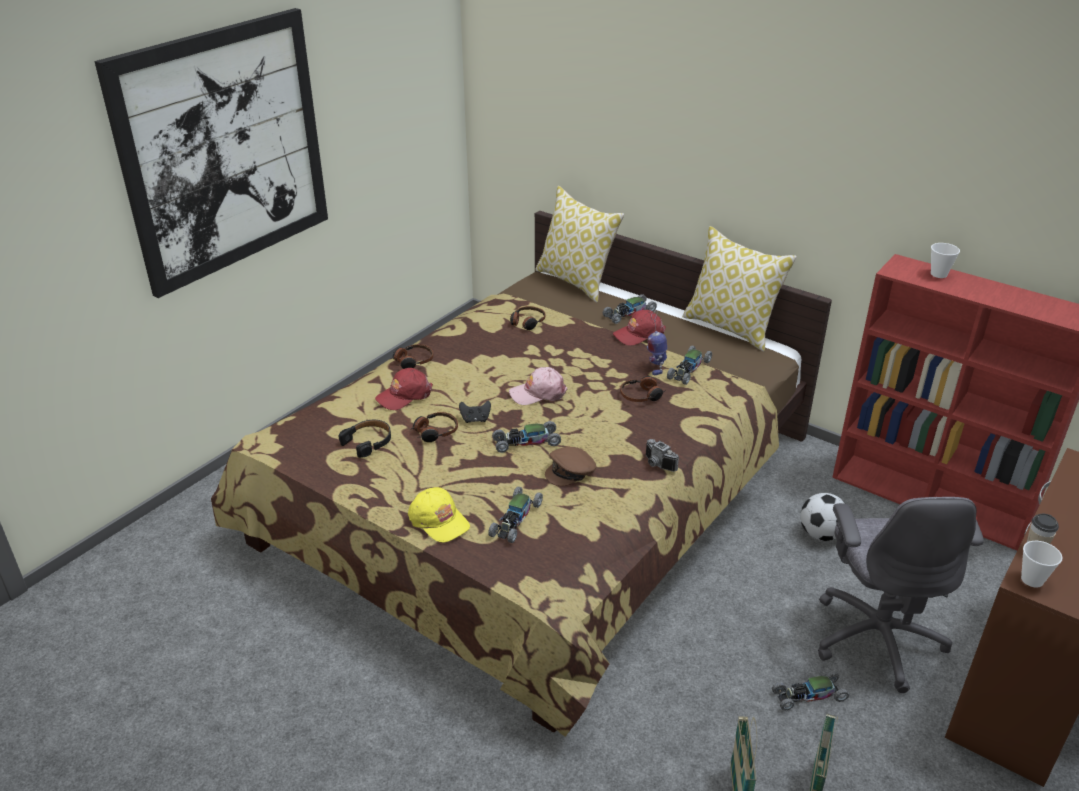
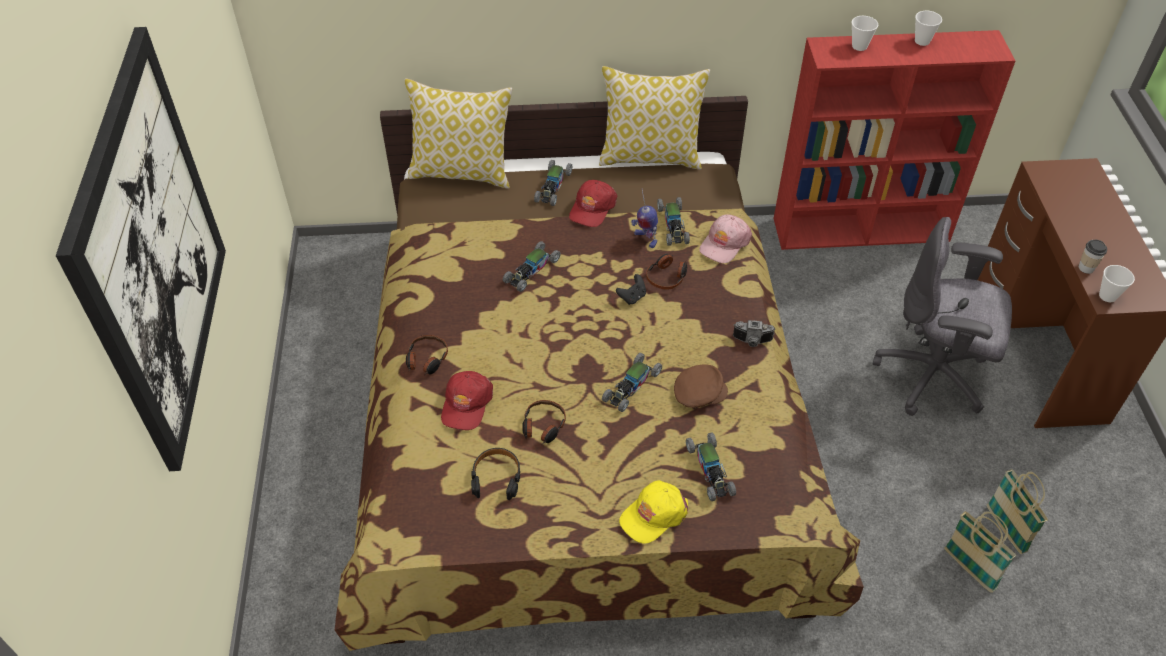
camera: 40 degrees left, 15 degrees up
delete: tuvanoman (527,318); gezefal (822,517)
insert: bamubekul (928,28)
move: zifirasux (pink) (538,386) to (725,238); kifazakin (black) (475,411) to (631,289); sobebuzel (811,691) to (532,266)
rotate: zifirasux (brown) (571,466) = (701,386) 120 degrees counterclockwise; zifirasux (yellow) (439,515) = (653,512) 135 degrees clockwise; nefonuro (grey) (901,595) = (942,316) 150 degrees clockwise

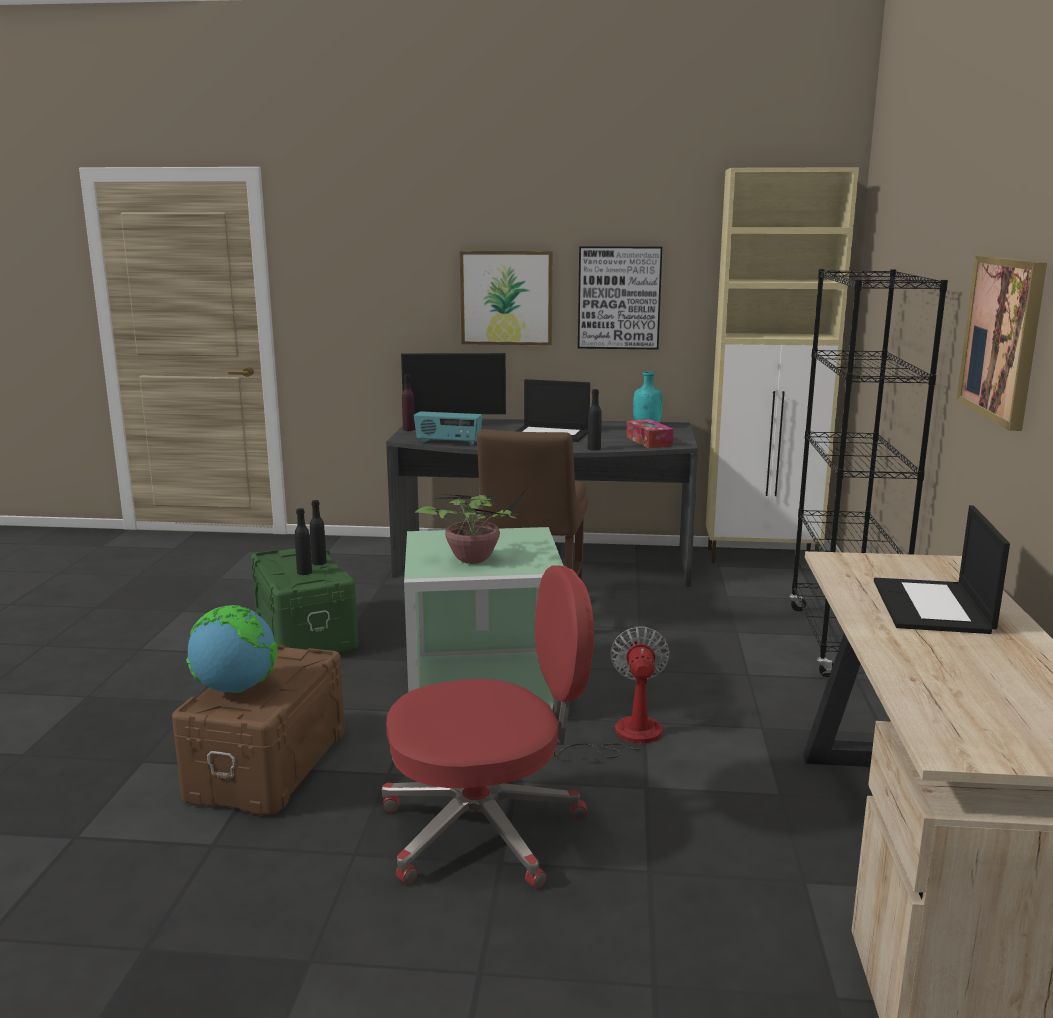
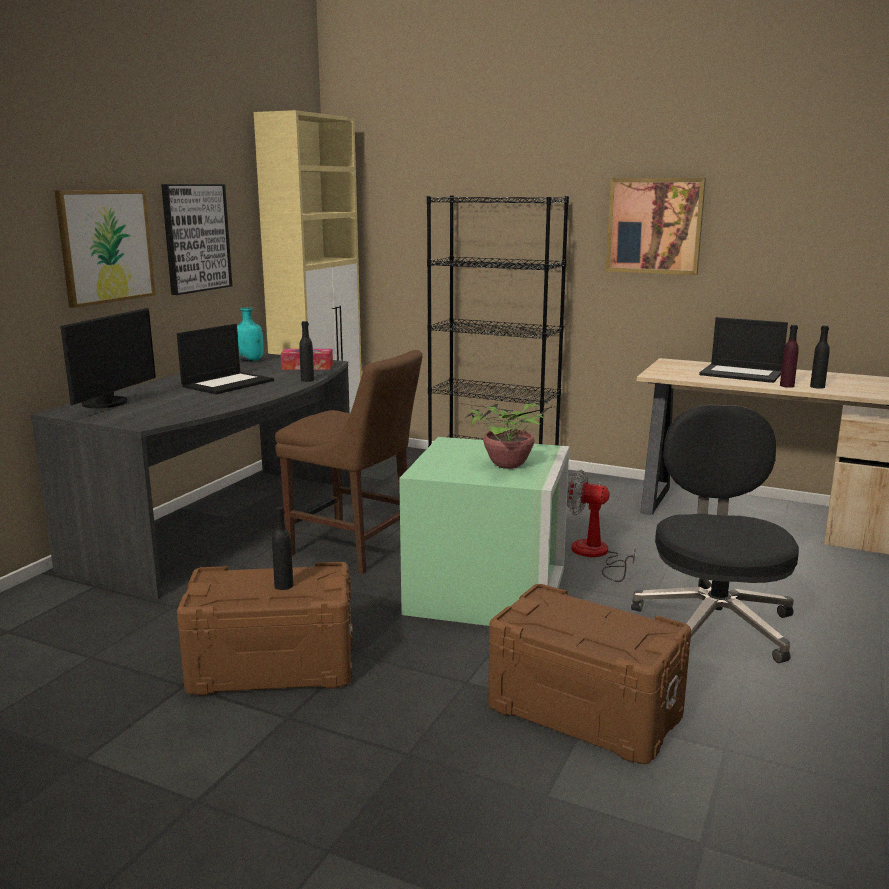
camera: 70 degrees left, 0 degrees up
delete: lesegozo (448,428); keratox (231,649)
move: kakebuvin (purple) (408,402) to (789,356); kakebuvin (black) (318,532) to (820,357)
recolor: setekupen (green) (304,599) to setekupen (brown) (265,629); nefonuro (red) (488,727) to nefonuro (black) (715,533)

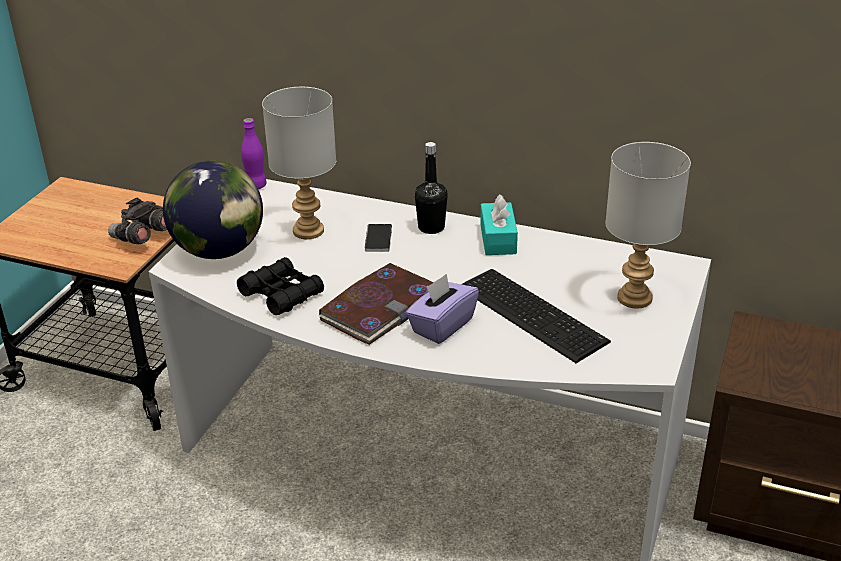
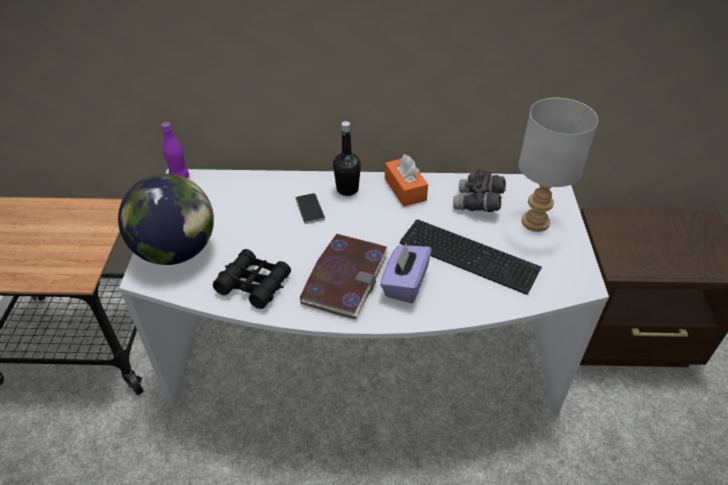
camera: 20 degrees left, 10 degrees up
delete: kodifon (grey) (299,163)
move: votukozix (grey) (137,220) to (479,190)
recolor: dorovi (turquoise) (499,224) to dorovi (orange) (406,180)

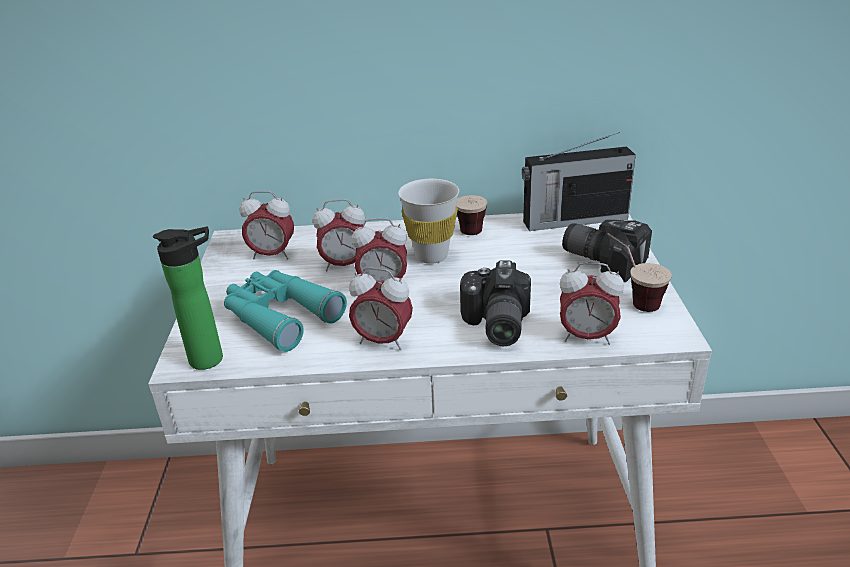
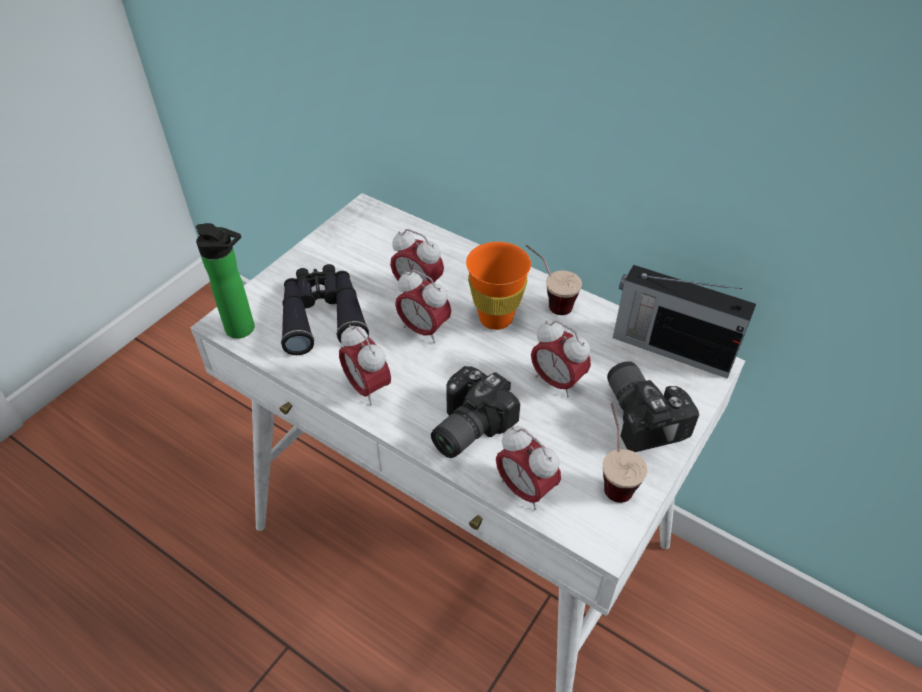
camera: 35 degrees right, 15 degrees up
move: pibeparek (266,225) to (561,359)
recolor: bamubekul (white) (428,221) to bamubekul (orange) (498,286); votukozix (turquoise) (285,311) to votukozix (black) (325,309)

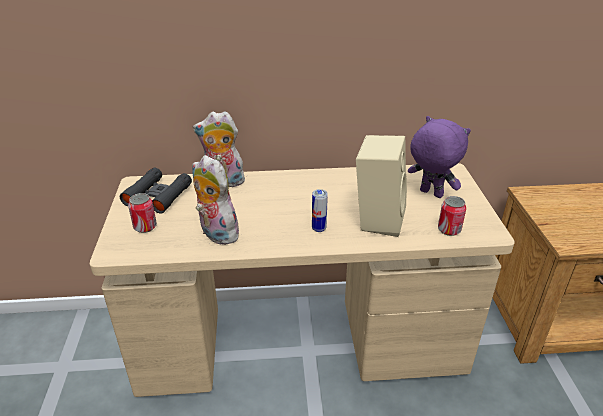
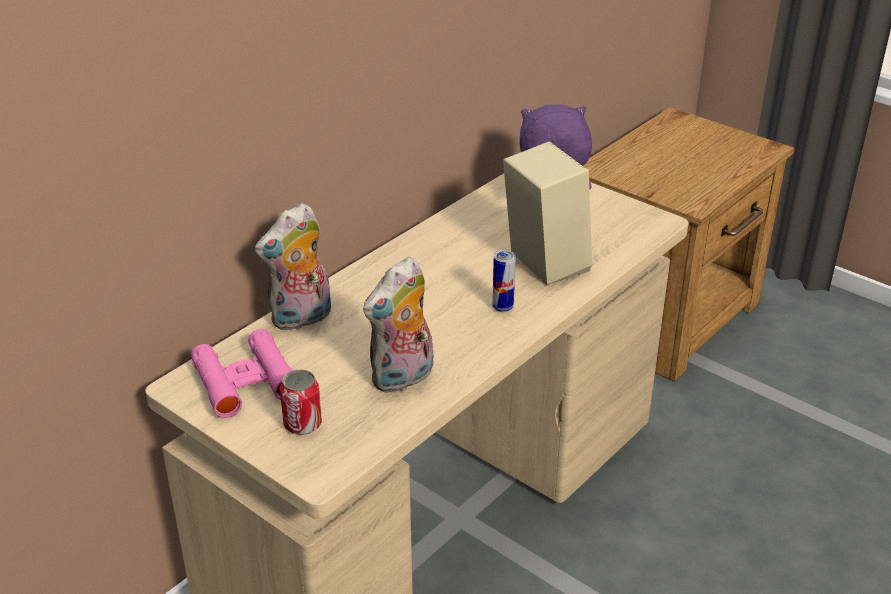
camera: 45 degrees left, 0 degrees up
delete: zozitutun (452,216)
recolor: votukozix (black) (156,190) to votukozix (pink) (242,373)
rotate: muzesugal (215,200) = (398,325) 45 degrees counterclockwise

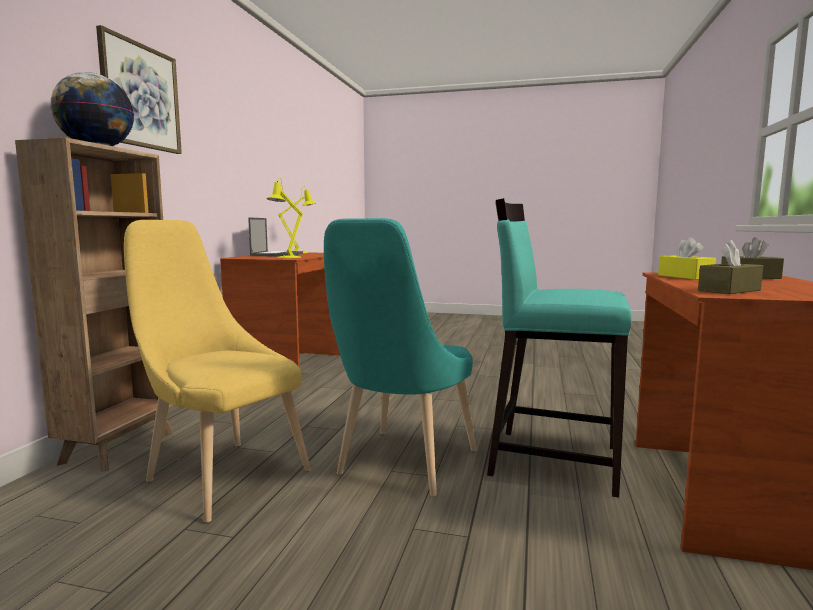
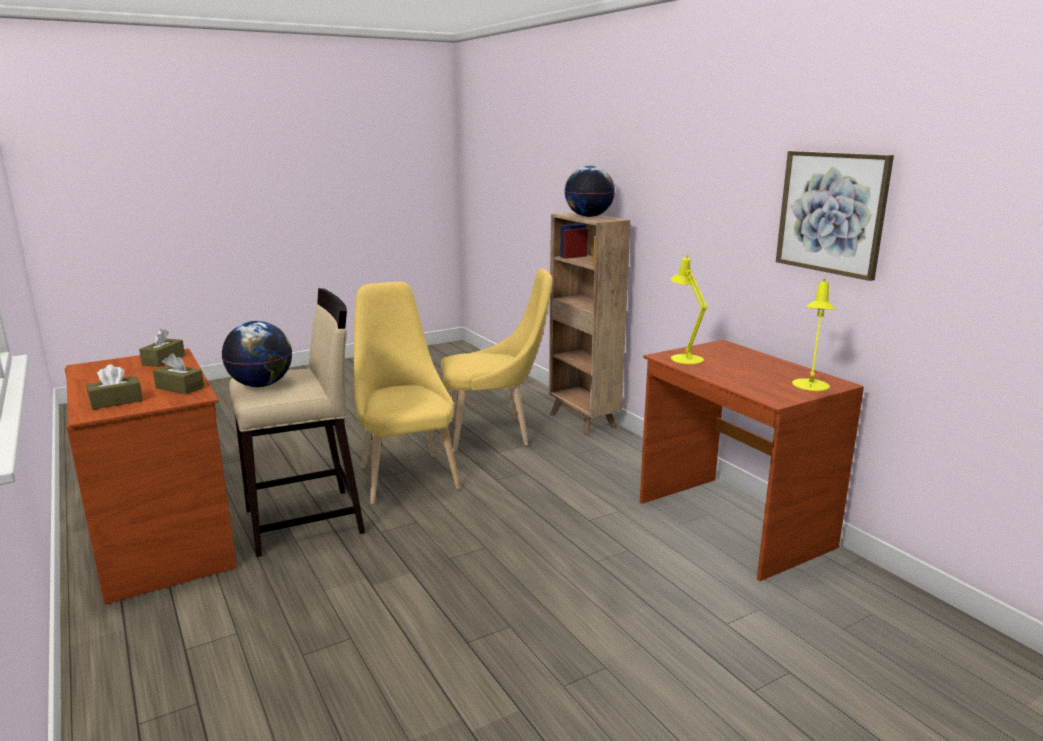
camera: 135 degrees right, 10 degrees up
delete: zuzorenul (275,236)
insert: keratox (257,354)
move: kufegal (139,89) to (835,216)
recolor: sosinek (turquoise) (559,348) to sosinek (beige) (297,422); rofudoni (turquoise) (400,357) to rofudoni (yellow) (407,393); dorovi (yellow) (687,258) to dorovi (brown) (178,373)

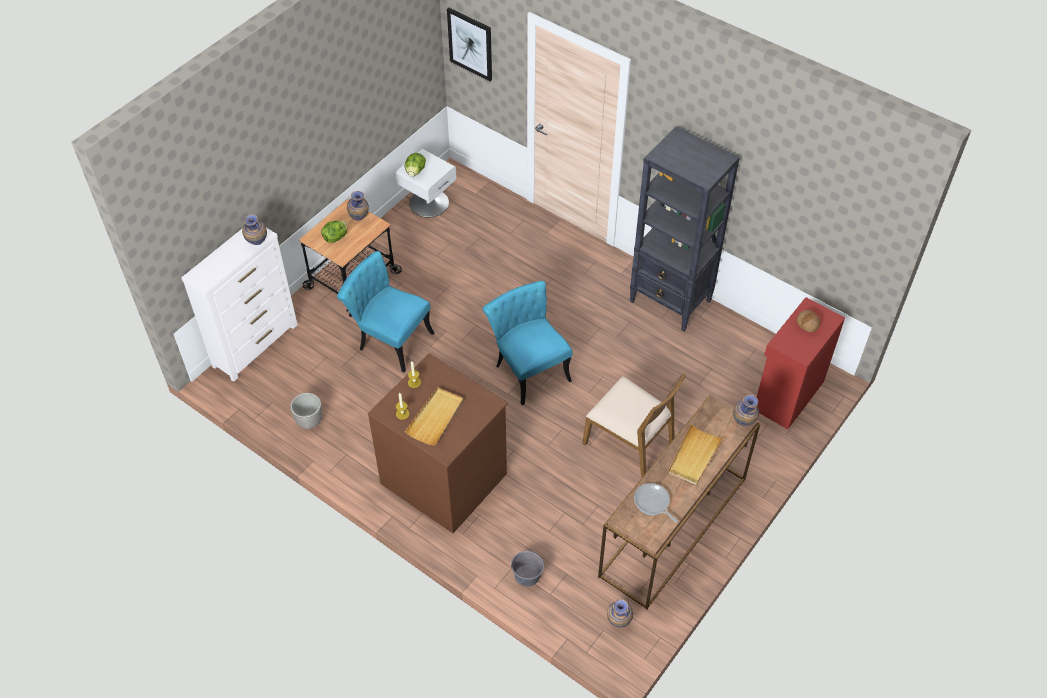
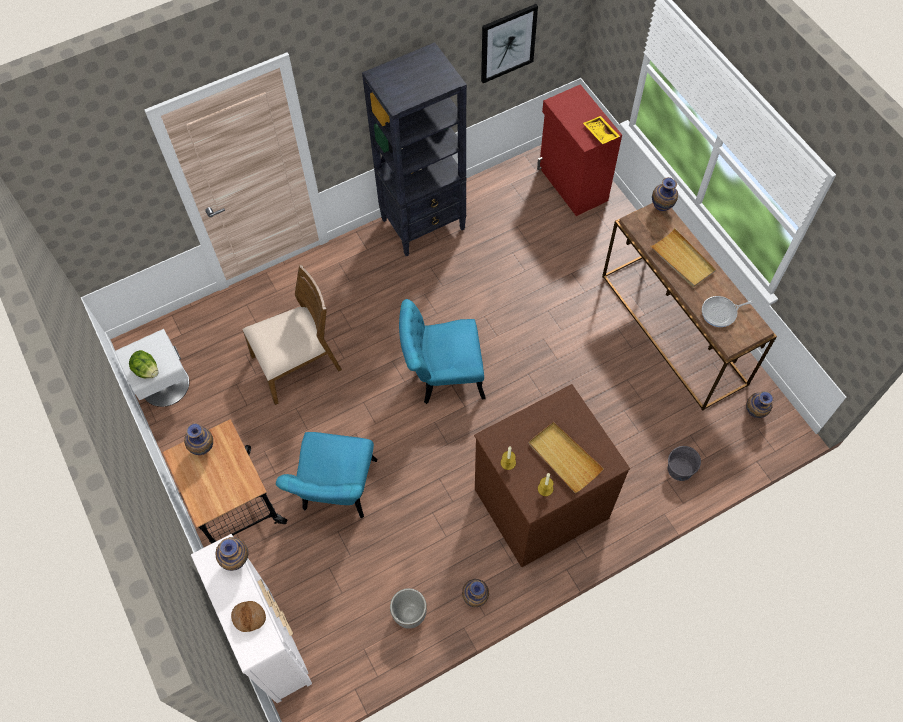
camera: 65 degrees left, 10 degrees up
delete: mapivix (334,231)
insert: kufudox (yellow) (601,130); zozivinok (475,593)
move: kufegal (469,44) to (509,43); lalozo (808,321) to (248,616); rofudoni (brown) (634,425) to (292,335)
rotate: rofudoni (turquoise) (385,311) = (326,475) 45 degrees counterclockwise

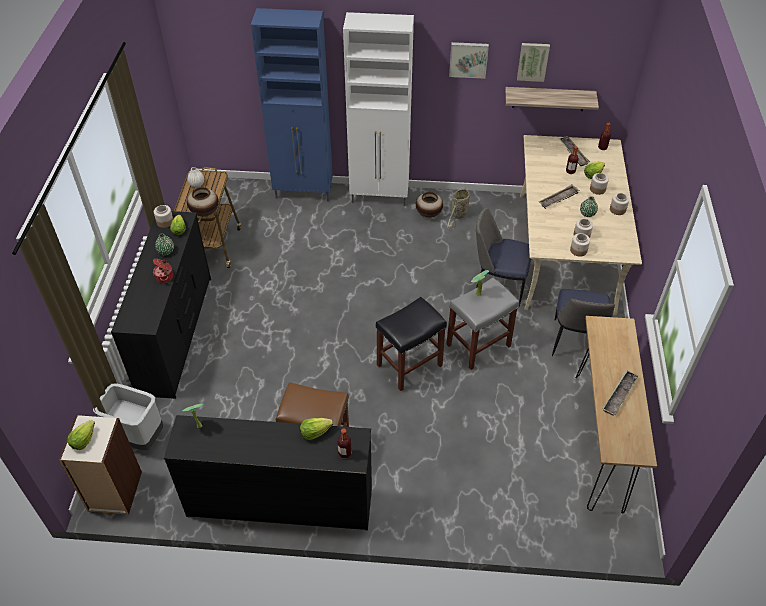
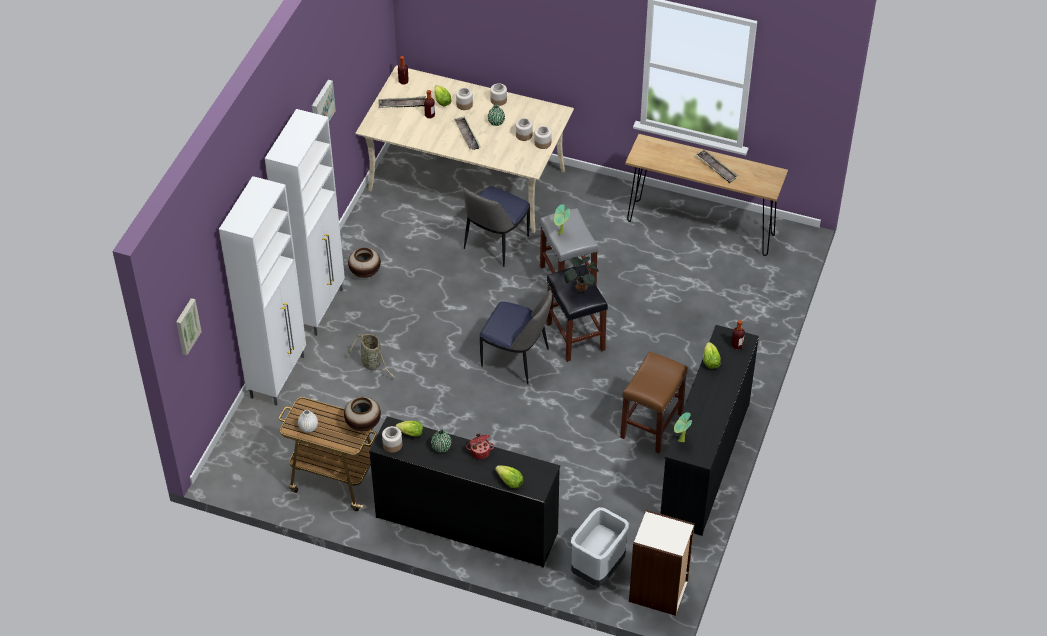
camera: 75 degrees left, 0 degrees up
delete: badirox (552,99)
insert: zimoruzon (581,274)
move: kufegal (533,62) to (189,326); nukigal (458,208) to (371,356); rofudoni (583,322) to (515,337); mapivix (81,435) to (509,476)
recolor: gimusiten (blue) (292,104) to gimusiten (white) (262,291)

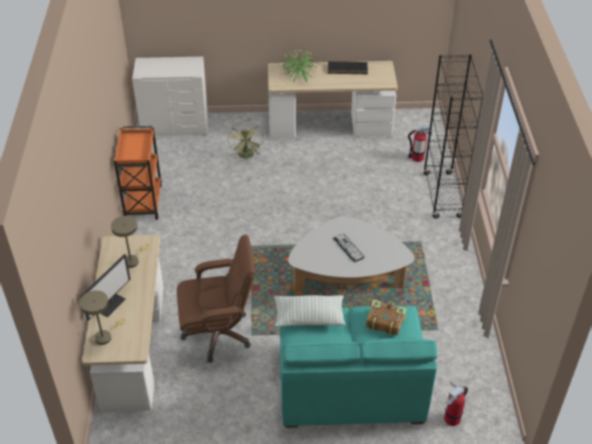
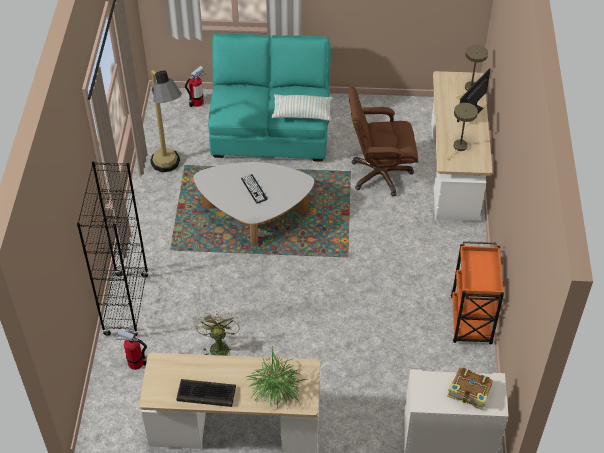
camera: 175 degrees left, 5 degrees up
insert: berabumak (166,121)
move: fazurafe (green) (245,140) to (218,333); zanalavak (386,317) to (470,388)

